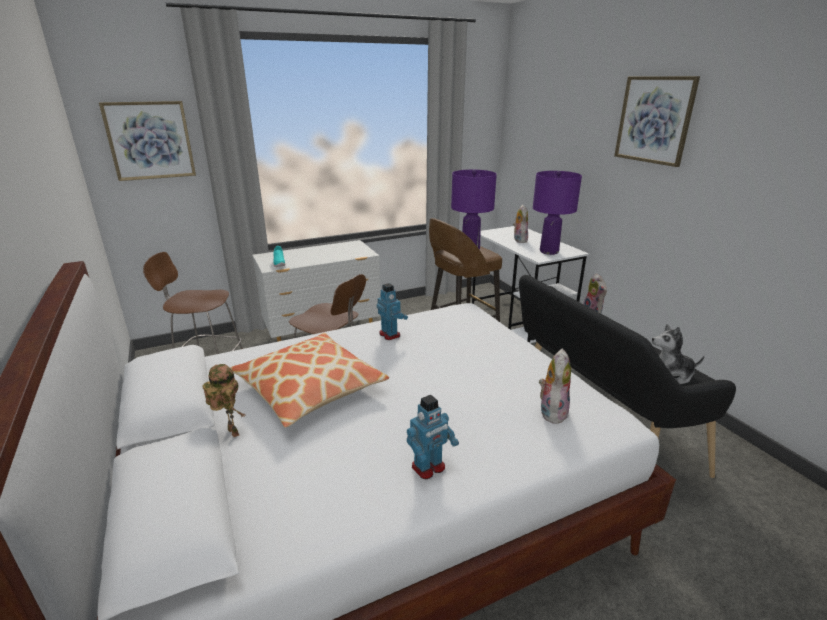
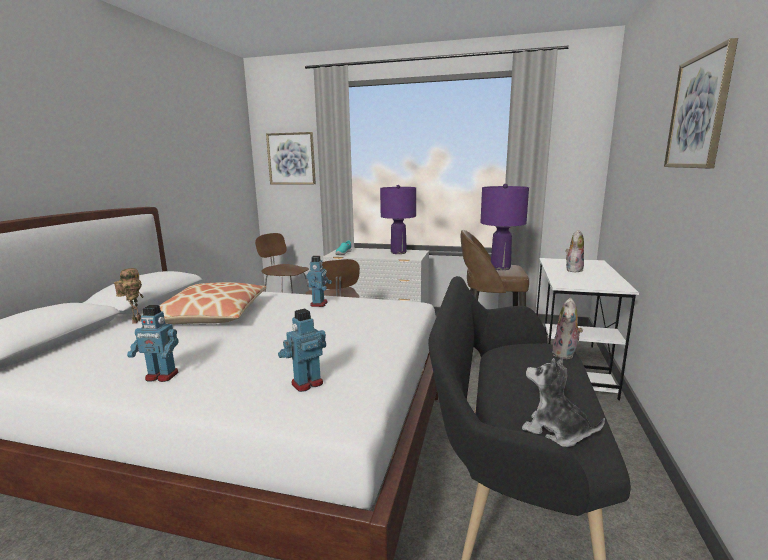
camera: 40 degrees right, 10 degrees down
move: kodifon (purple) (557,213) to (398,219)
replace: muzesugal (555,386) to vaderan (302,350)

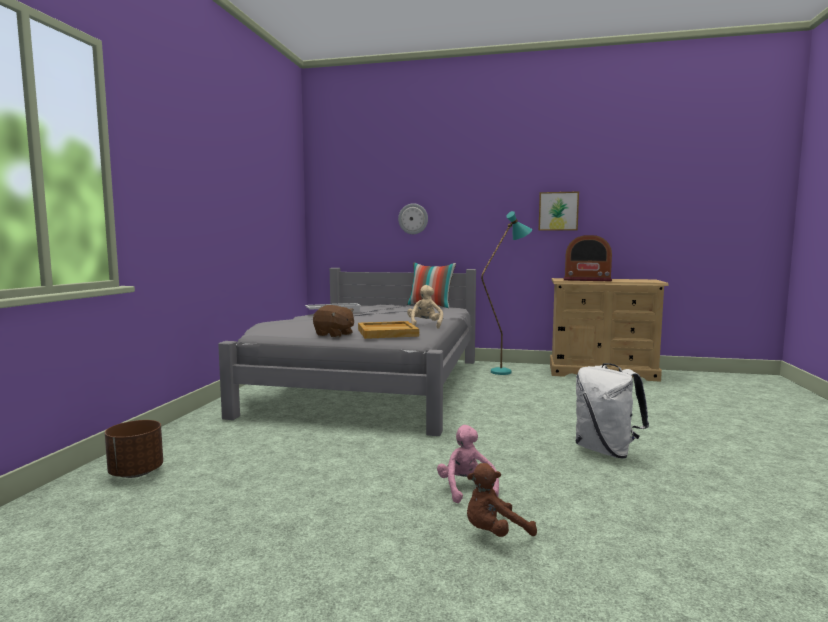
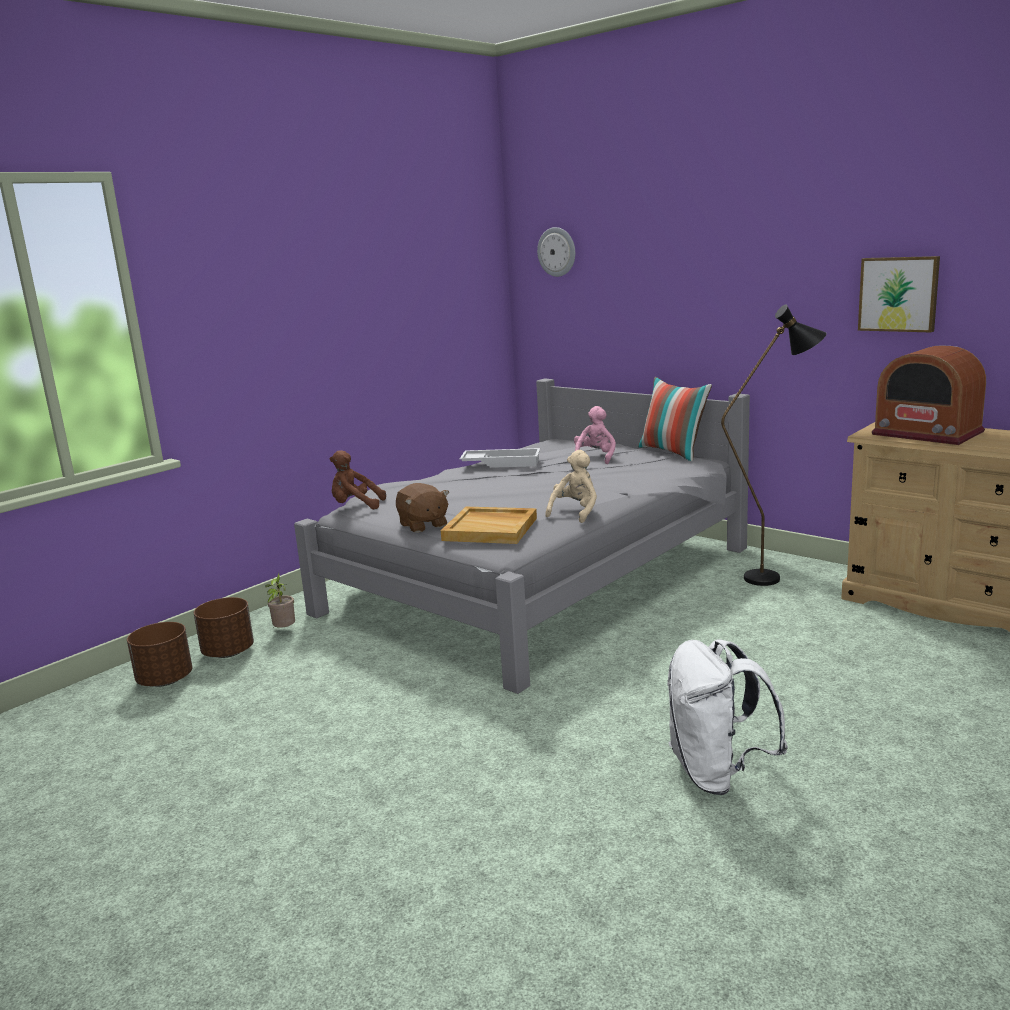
camera: 30 degrees right, 10 degrees up
insert: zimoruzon (280,600); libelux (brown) (224,627)
move: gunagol (413,218) to (556,252); muzesugal (pink) (468,464) to (595,435); muzesugal (brown) (502,500) to (358,479)
recolor: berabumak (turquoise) (506,293) to berabumak (black) (774,445)

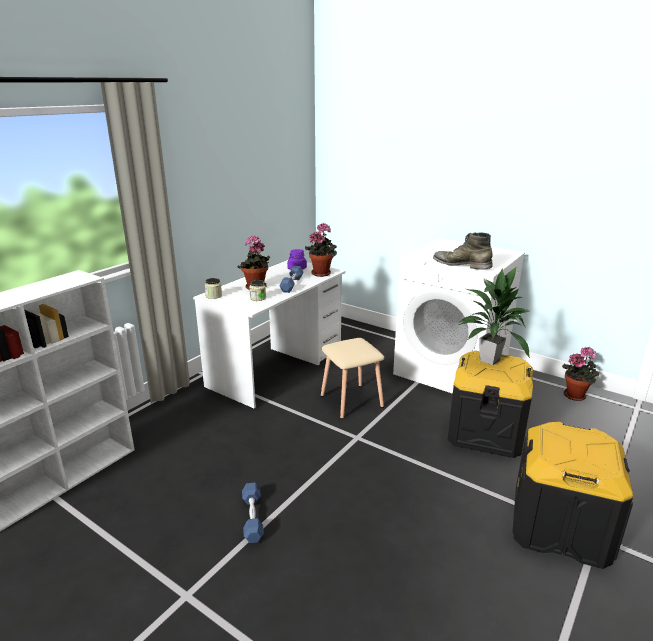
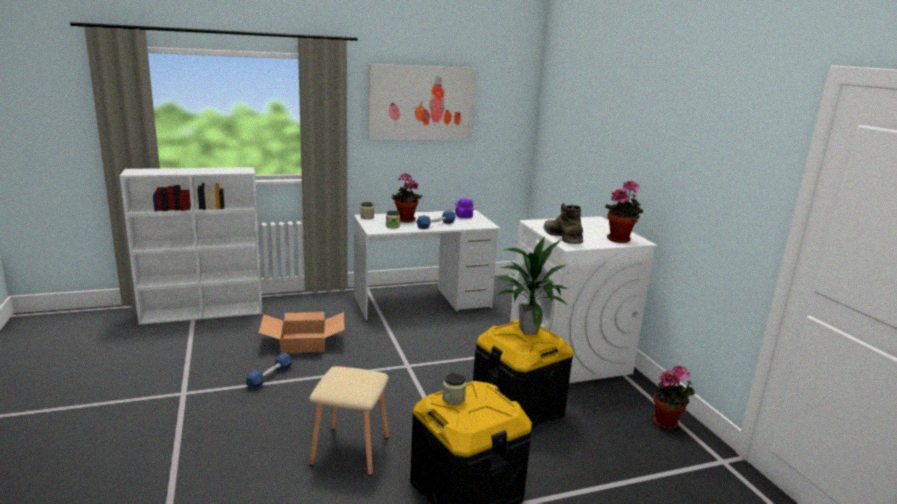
camera: 35 degrees right, 5 degrees down
insert: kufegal (422,102); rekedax (301,332); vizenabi (454,389)
move: zimoruzon (321,250) to (624,212); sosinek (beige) (352,378) to (349,421)

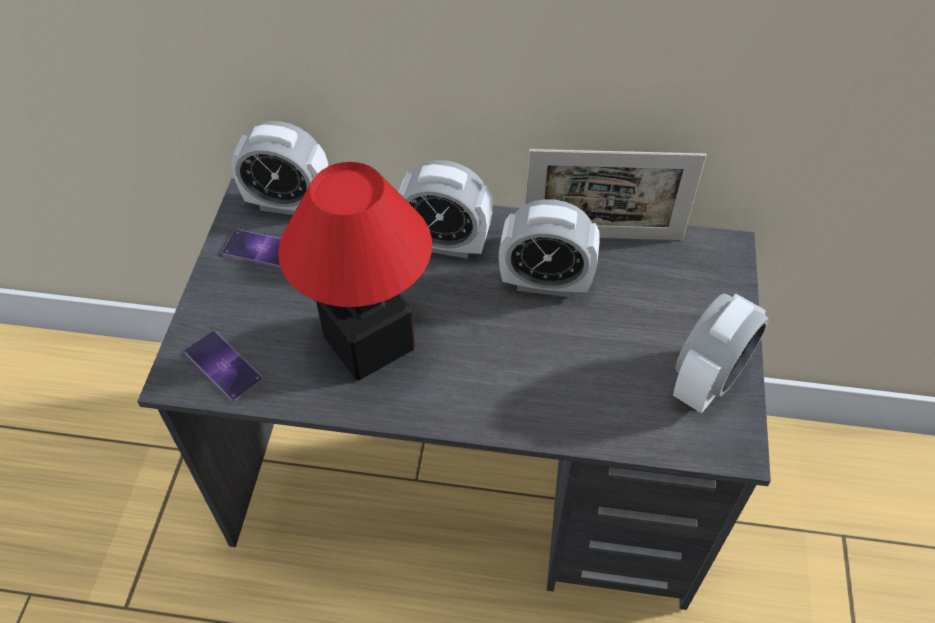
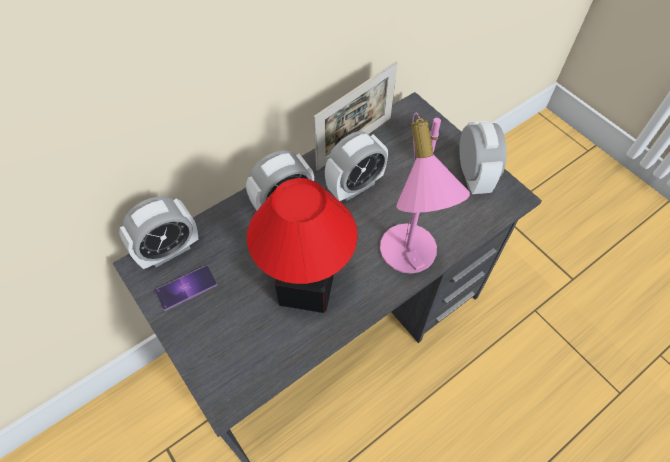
camera: 45 degrees left, 5 degrees up
delete: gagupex (224,366)
insert: kodifon (pink) (425,193)

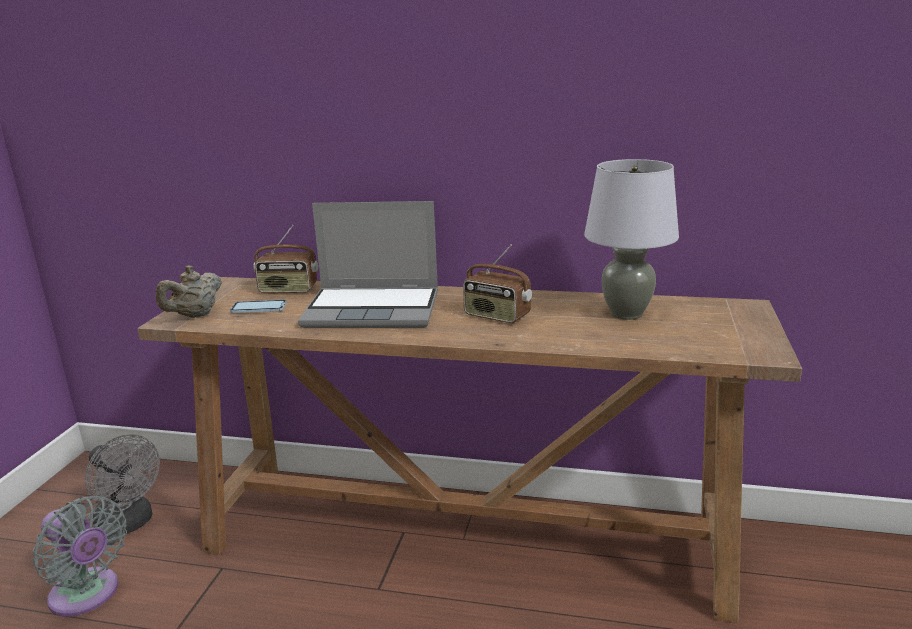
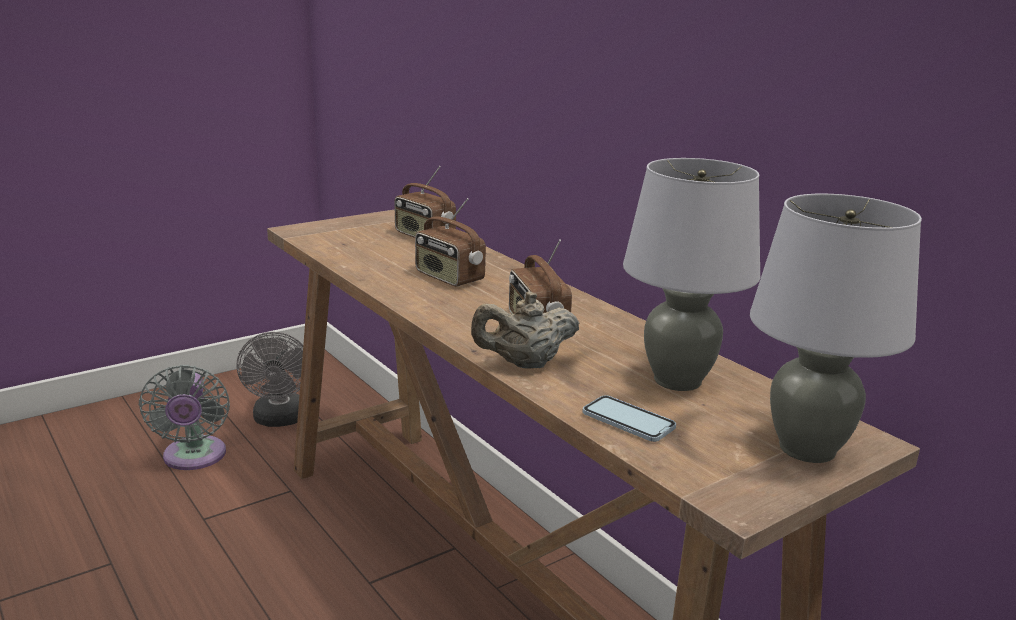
camera: 40 degrees right, 0 degrees up
insert: kodifon (grey) (836,328)
move: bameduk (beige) (189,291) to (525,330); gagupex (258,306) to (629,418)
replace: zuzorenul (368,264) to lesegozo (450,242)

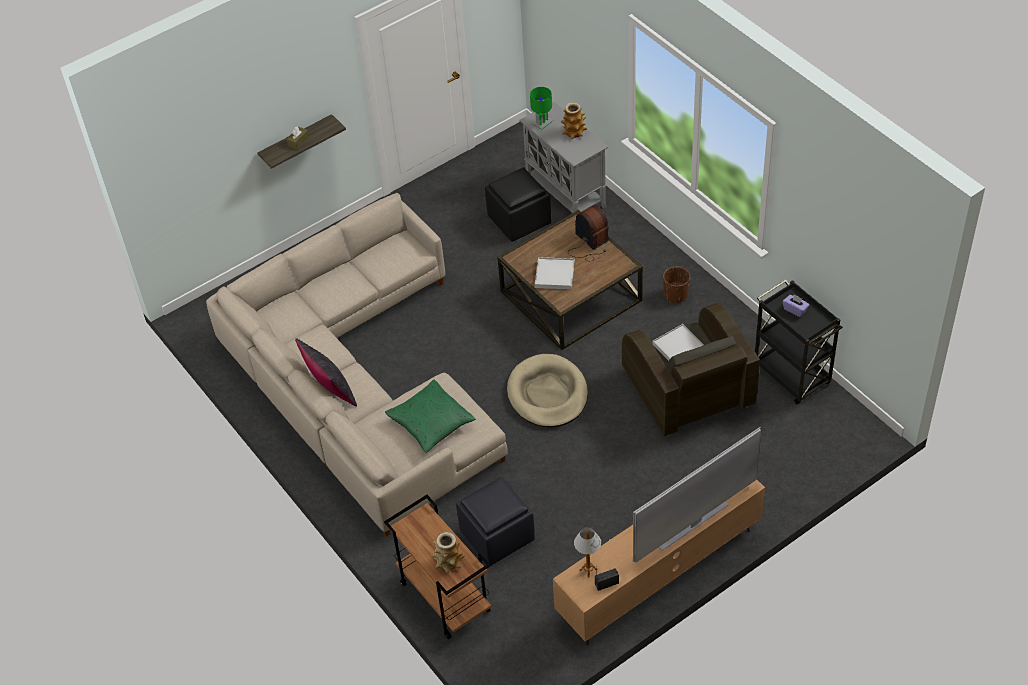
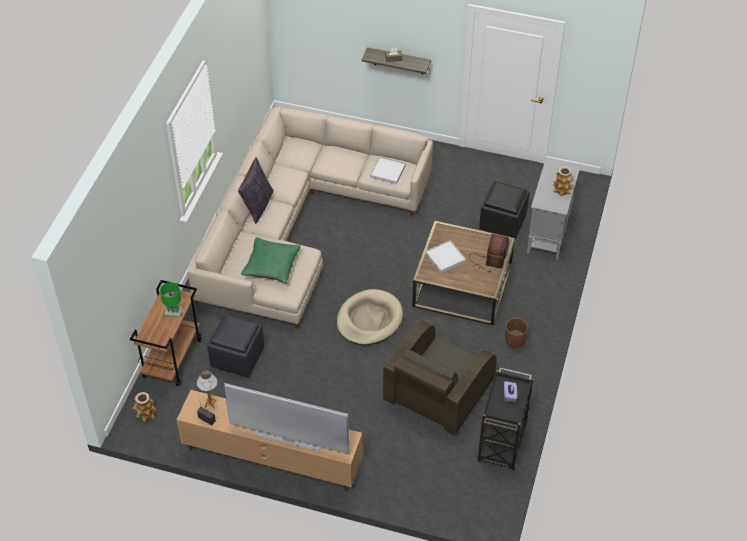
camera: 50 degrees right, 0 degrees up
move: kodifon (green) (541,108) to (171,299); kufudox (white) (678,342) to (388,170); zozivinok (448,552) to (145,407)

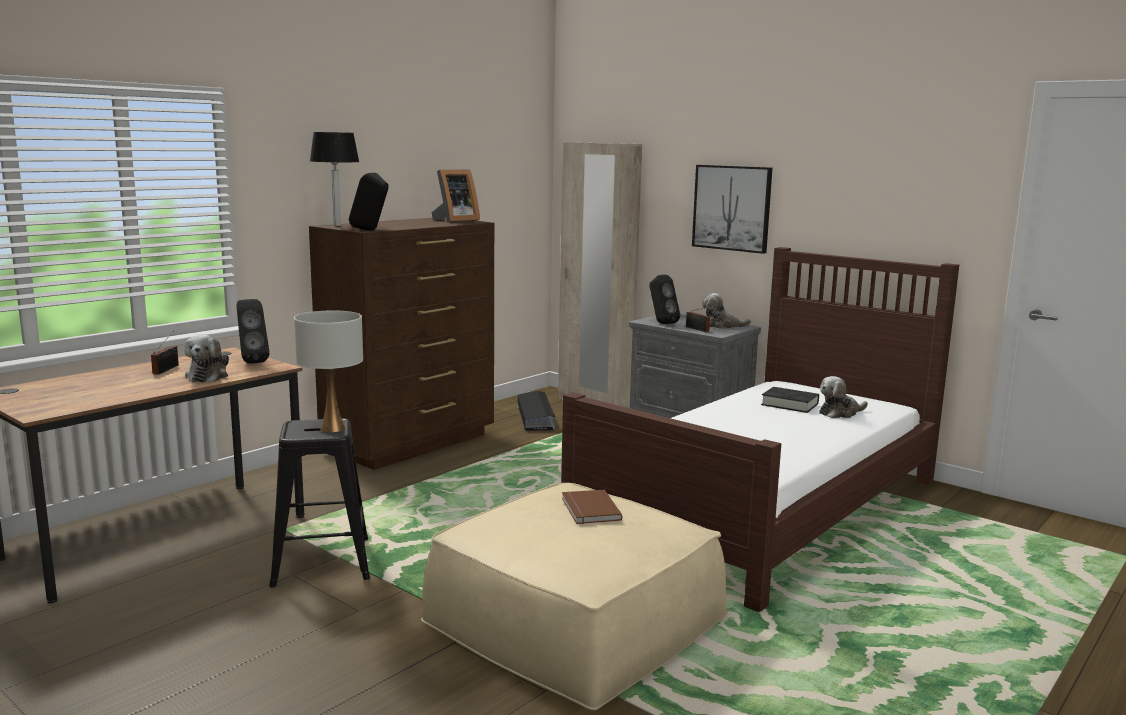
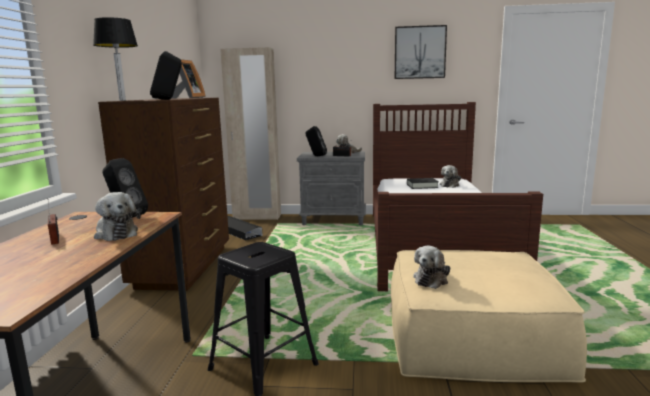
camera: 35 degrees left, 0 degrees up
delete: kodifon (white) (328,371); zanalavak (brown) (592,506)
insert: muzesugal (431,267)
move: kufegal (732,209) to (421,52)

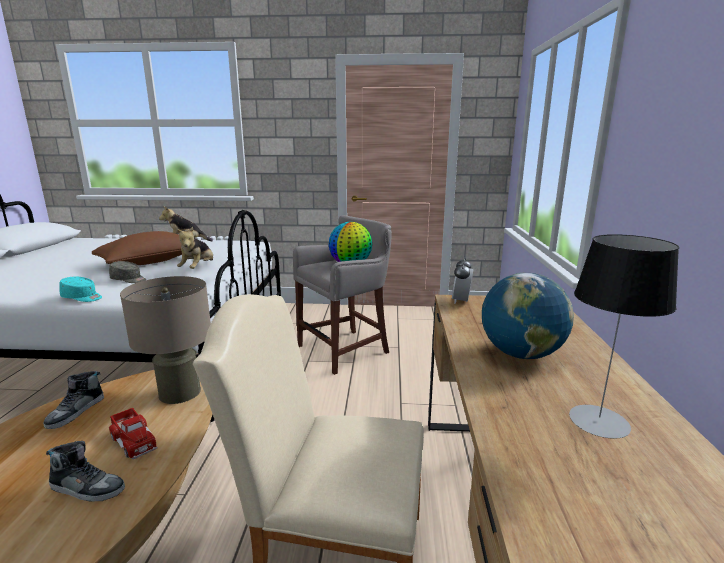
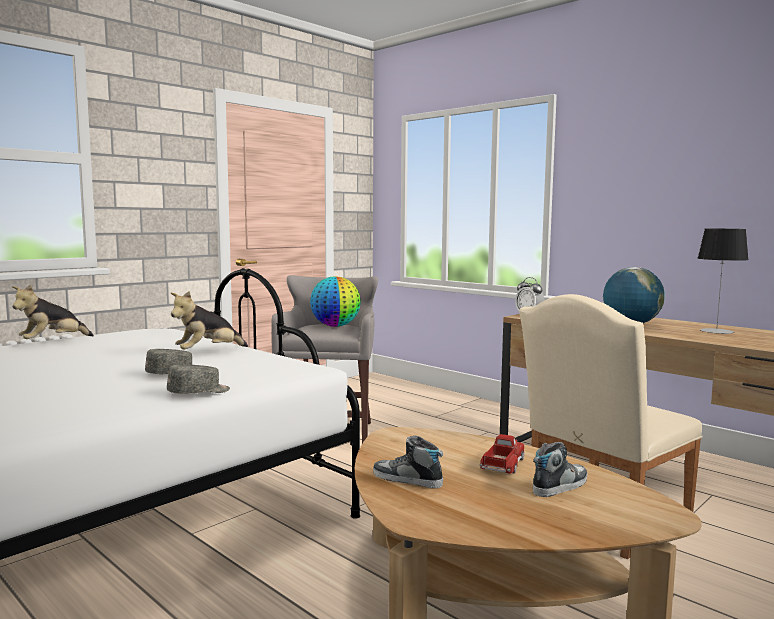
camera: 50 degrees left, 10 degrees down
delete: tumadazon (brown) (137,248); kodifon (beige) (165,340)
recolor: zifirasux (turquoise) (80,289) to zifirasux (grey) (198,379)
rotate: muzesugal (195,248) = (209,320) 90 degrees clockwise; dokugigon (73,400) = (408,462) 150 degrees clockwise; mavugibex (133,433) = (501,453) 60 degrees counterclockwise

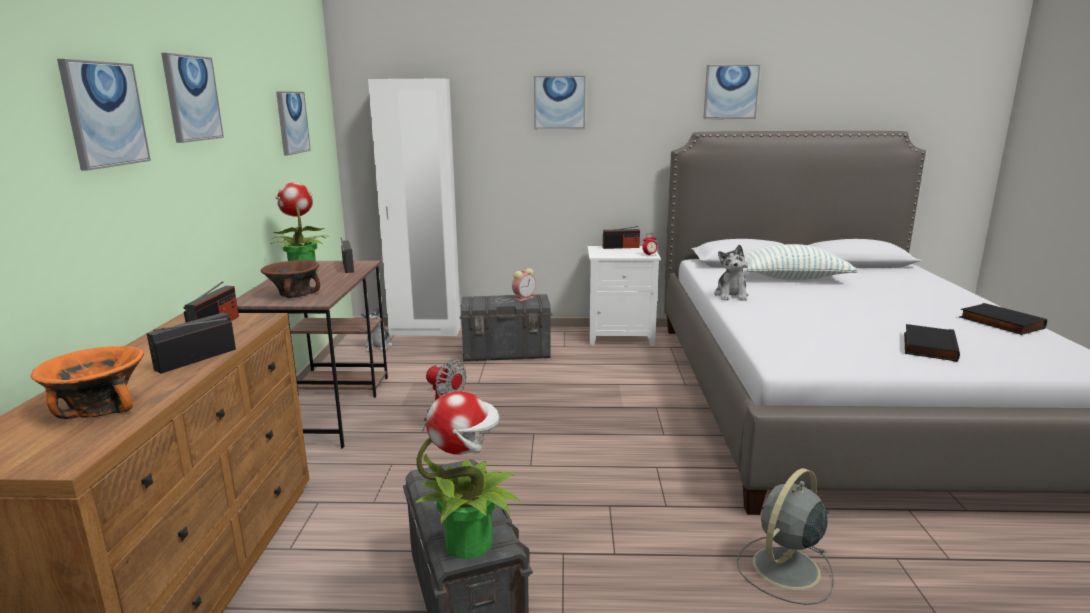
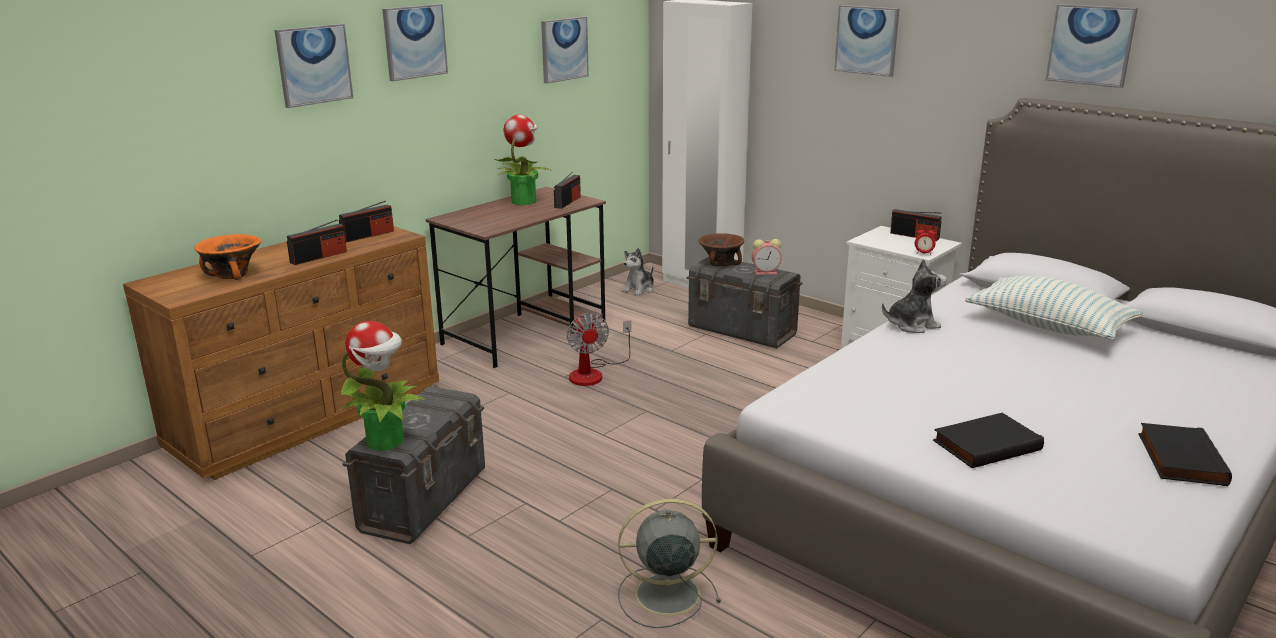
camera: 40 degrees right, 5 degrees up
move: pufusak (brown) (290,279) to (721,249)
rotate: muzesugal (731,273) = (914,296) 150 degrees counterclockwise; lesegozo (191,343) = (317,242) 150 degrees clockwise

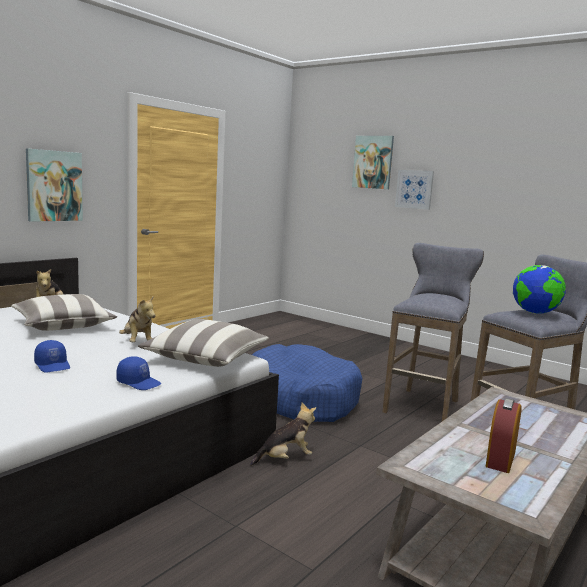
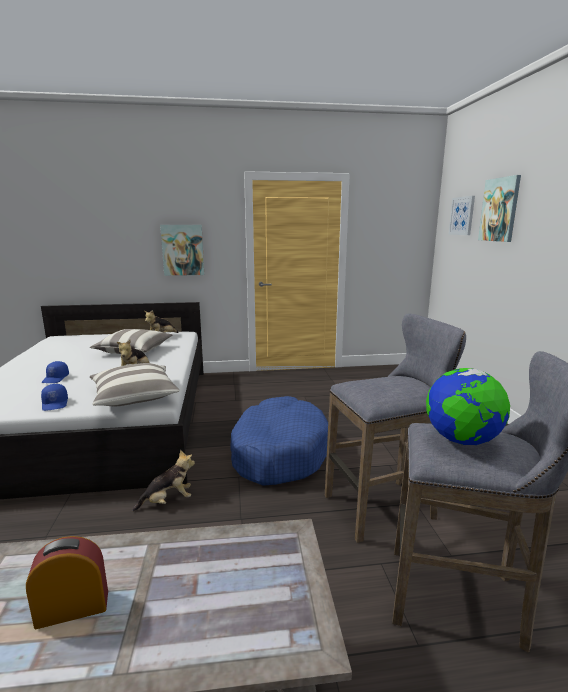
camera: 45 degrees right, 5 degrees up
move: kufegal (414,190) to (462,215)
rotate: muzesugal (283,434) = (163,481) 45 degrees counterclockwise

